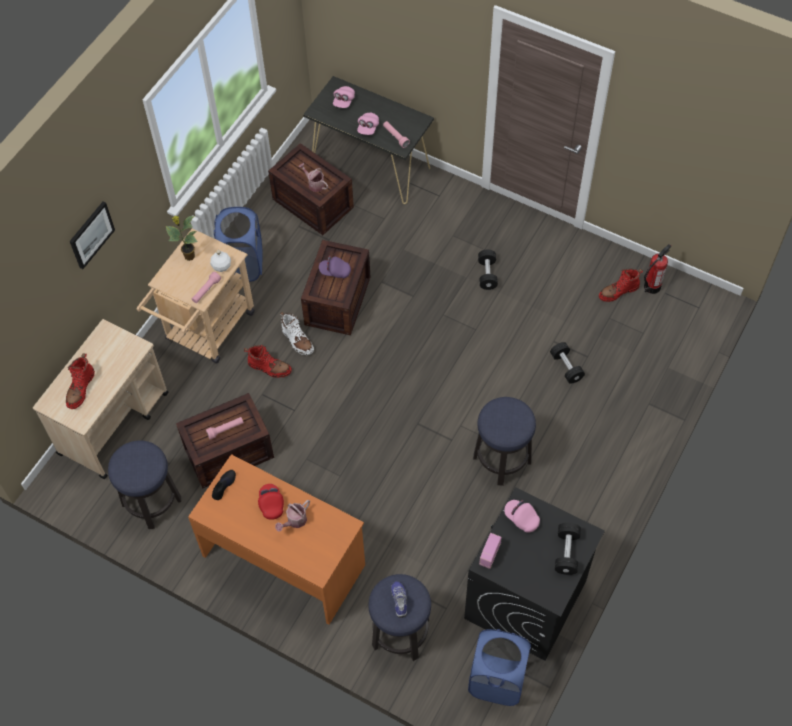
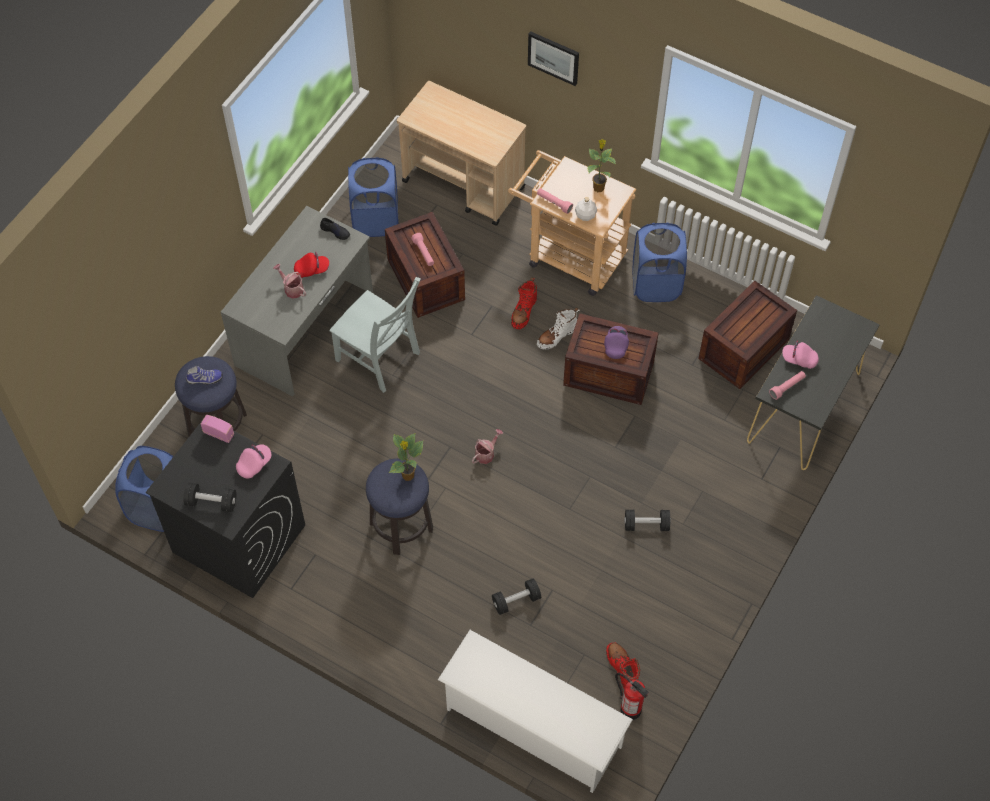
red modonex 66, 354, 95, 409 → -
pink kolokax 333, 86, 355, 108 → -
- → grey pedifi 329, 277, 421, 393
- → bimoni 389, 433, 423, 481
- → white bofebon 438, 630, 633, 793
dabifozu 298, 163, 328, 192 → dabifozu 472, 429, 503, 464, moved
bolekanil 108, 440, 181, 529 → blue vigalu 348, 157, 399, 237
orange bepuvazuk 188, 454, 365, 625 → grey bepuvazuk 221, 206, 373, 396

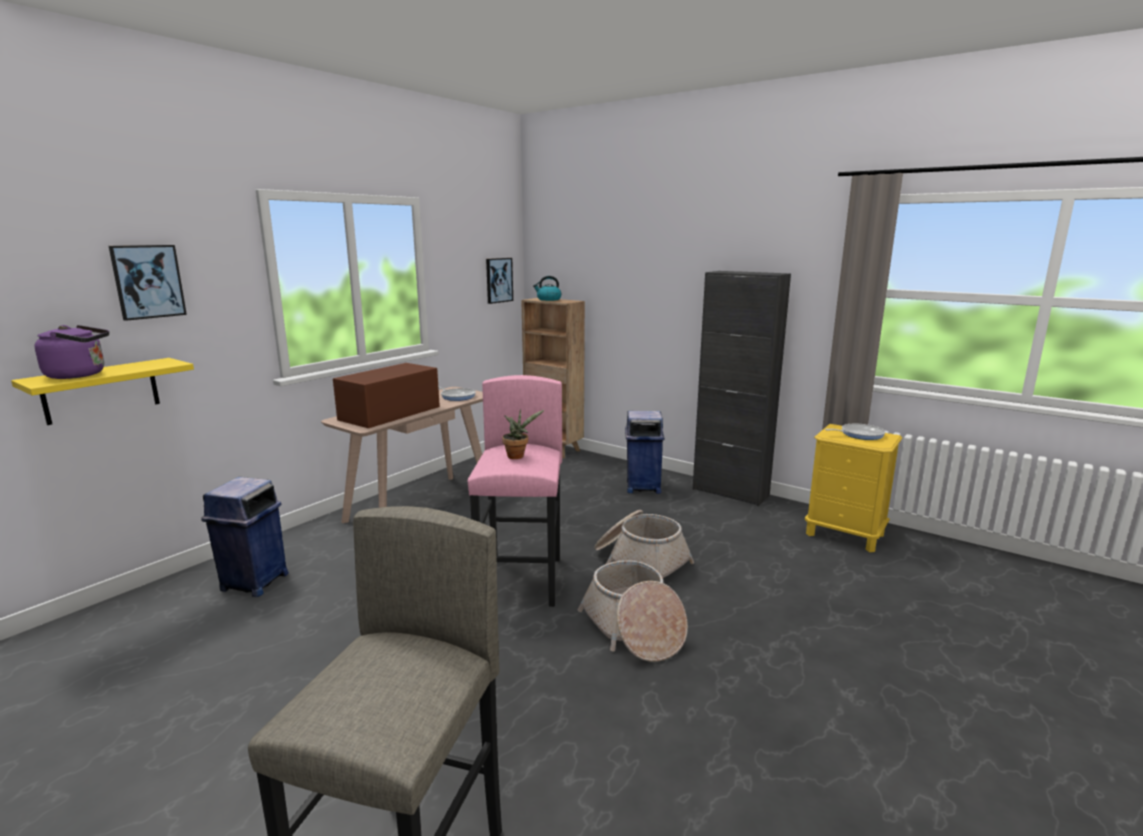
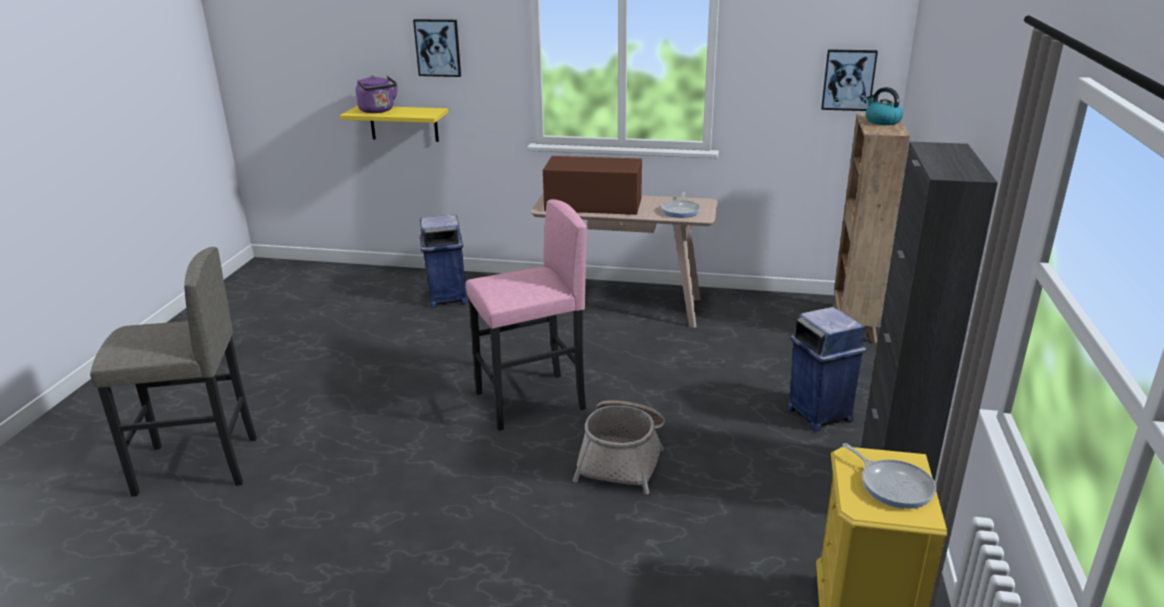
bimoni 502, 409, 544, 459 → -
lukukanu 578, 560, 688, 662 → -

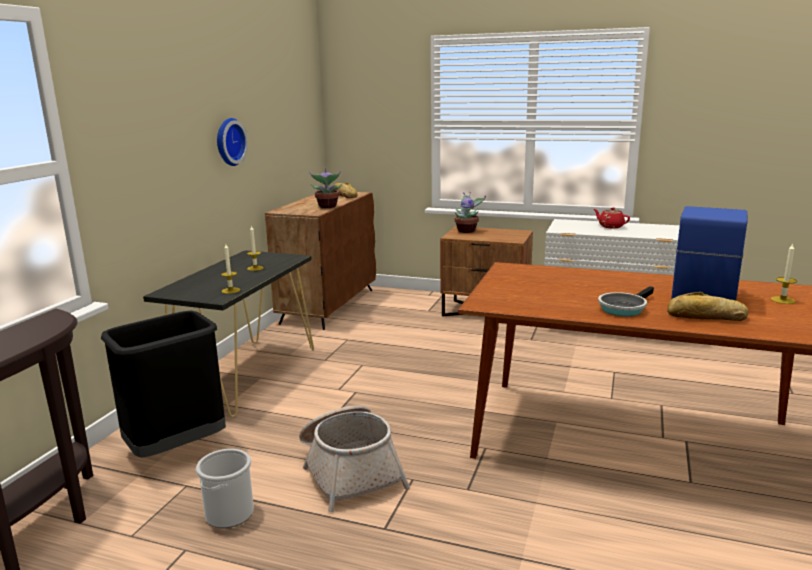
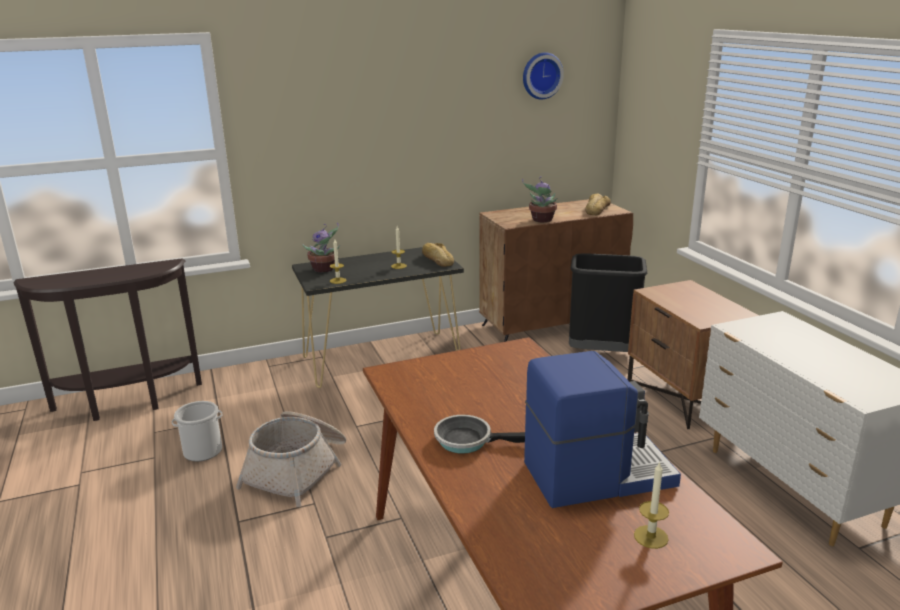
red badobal 594, 207, 630, 228 → -
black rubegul 101, 311, 226, 458 → black rubegul 569, 253, 648, 352, moved
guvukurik 217, 118, 248, 166 → guvukurik 523, 52, 564, 100, moved
bimoni 455, 192, 486, 233 → bimoni 302, 222, 340, 272, moved
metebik 667, 292, 749, 321 → metebik 422, 243, 454, 267, moved

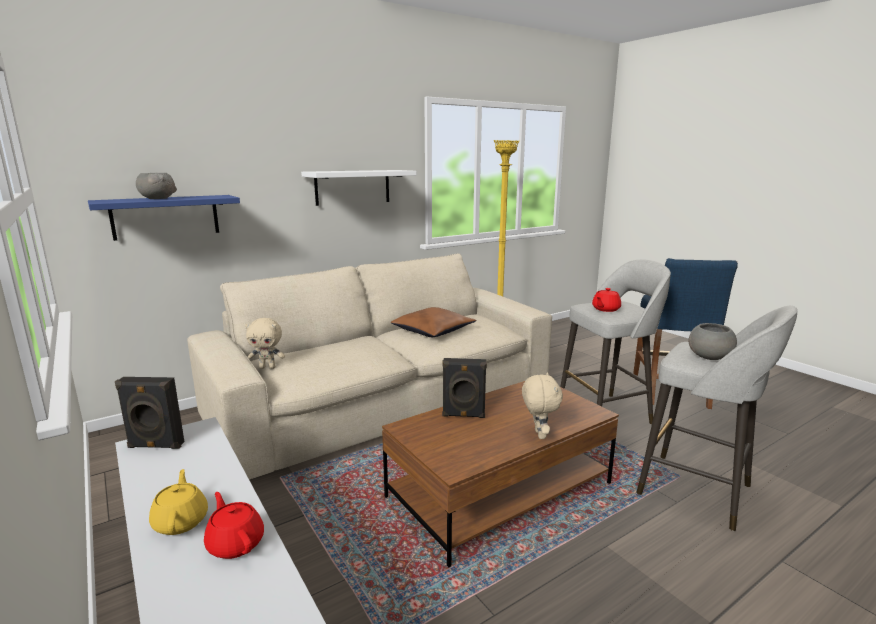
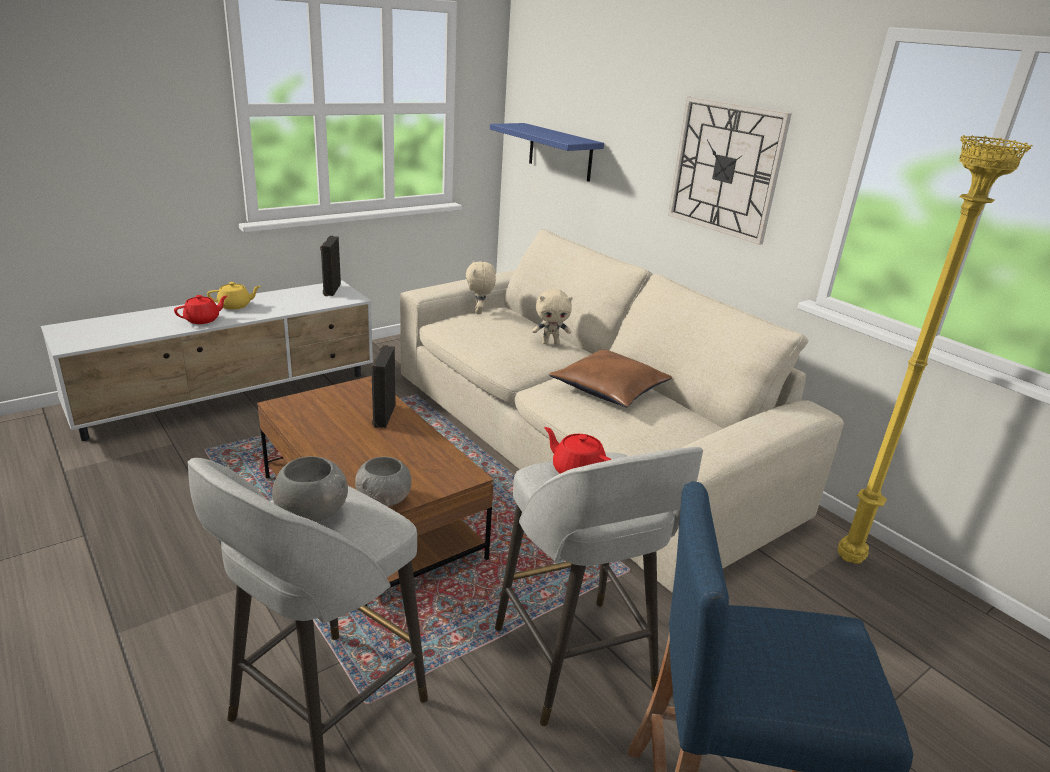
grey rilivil 136, 173, 177, 199 → grey rilivil 355, 457, 412, 507, moved
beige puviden 522, 372, 563, 439 → beige puviden 532, 289, 573, 345, moved
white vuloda 301, 170, 416, 206 → guvukurik 668, 97, 792, 245

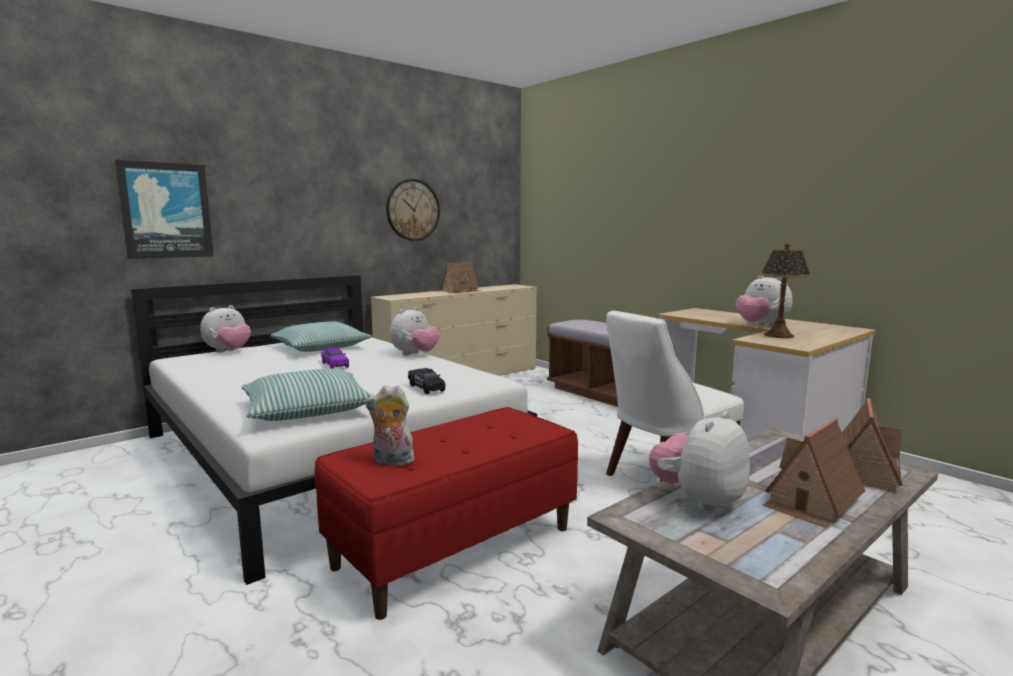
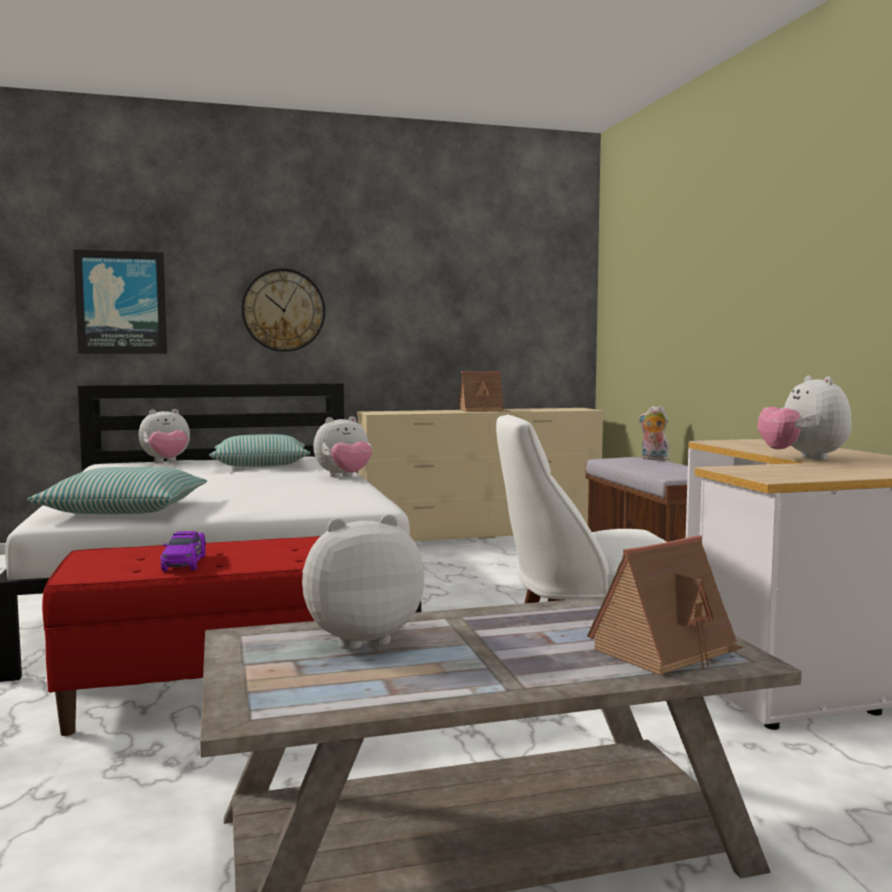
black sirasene 408, 368, 446, 394 → -
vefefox 759, 243, 812, 338 → -
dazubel 763, 418, 865, 528 → -
purple sirasene 321, 348, 349, 368 → purple sirasene 160, 531, 206, 571, moved
puviden 365, 385, 419, 466 → puviden 638, 406, 670, 461, moved
guvukurik 386, 179, 440, 241 → guvukurik 241, 268, 325, 352, moved

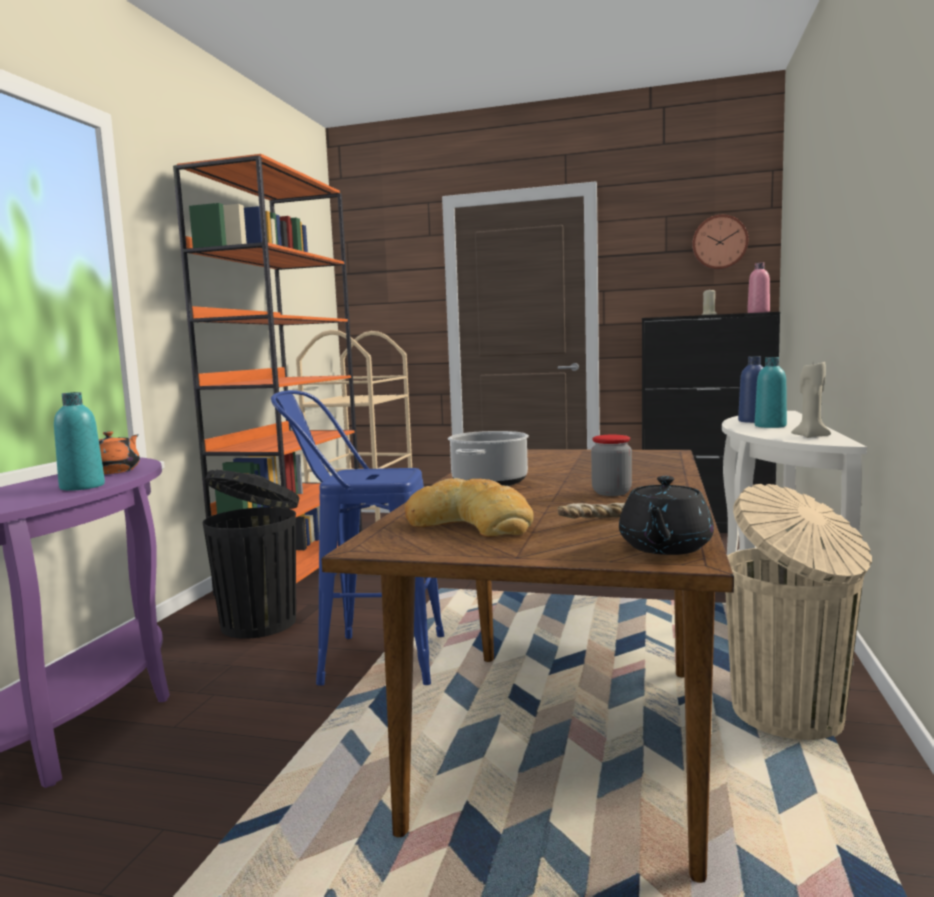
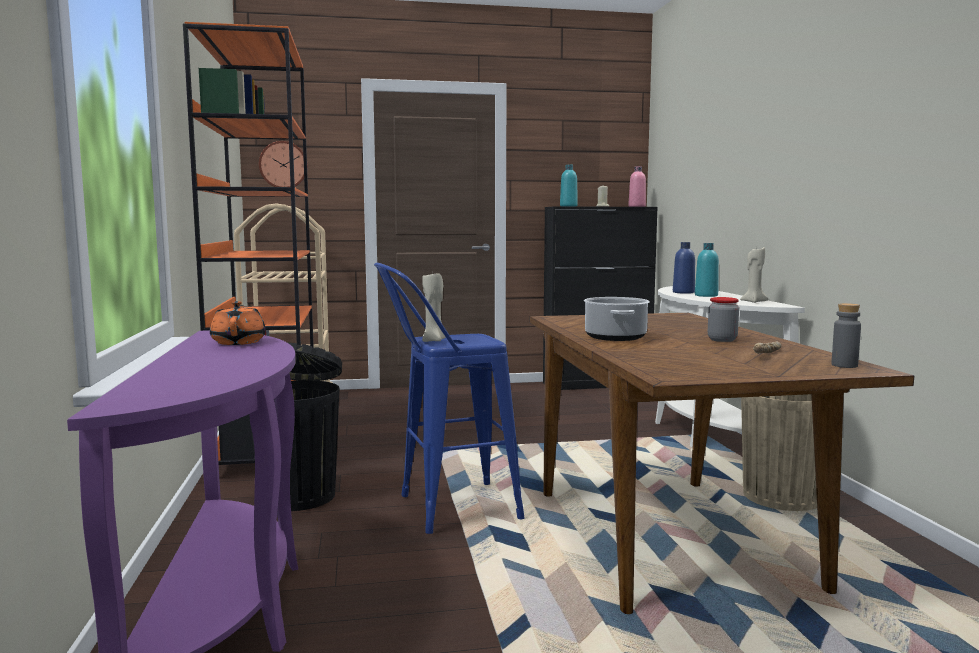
metebik 404, 478, 534, 537 → -
- → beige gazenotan 422, 273, 446, 342
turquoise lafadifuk 54, 392, 105, 491 → turquoise lafadifuk 560, 165, 578, 207, moved
guvukurik 692, 215, 748, 270 → guvukurik 259, 141, 308, 187, moved
black badobal 619, 476, 714, 555 → grey lafadifuk 832, 303, 861, 368

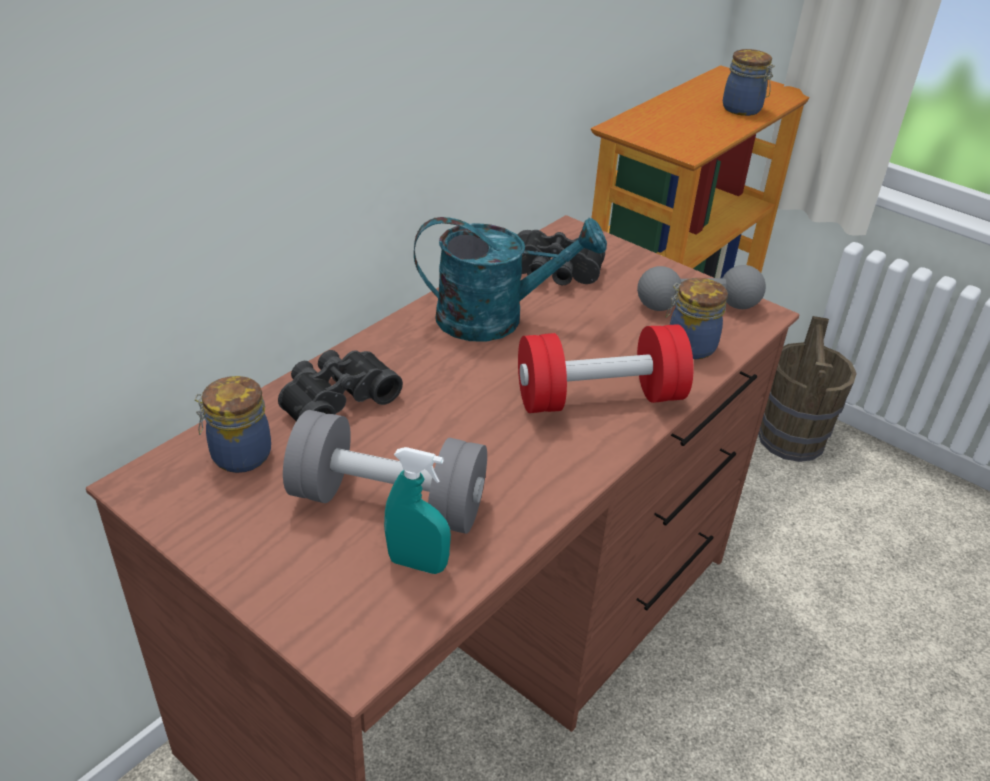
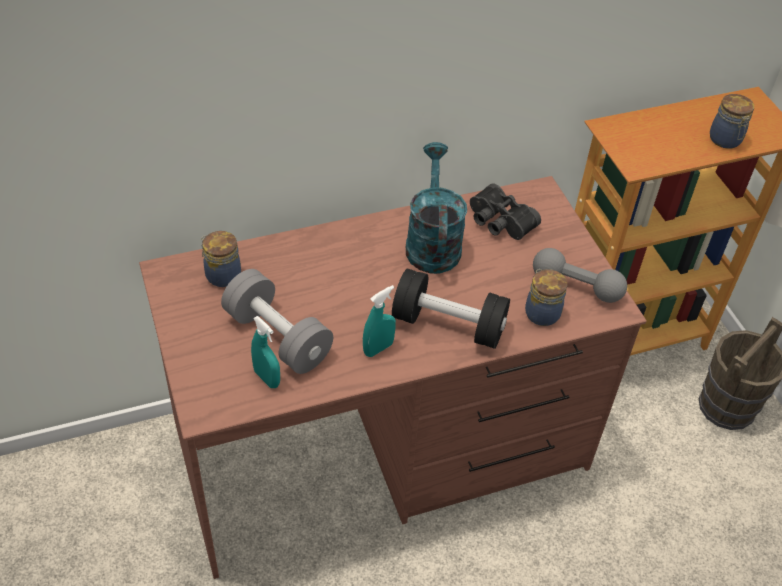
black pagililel 278, 350, 403, 421 → -
- → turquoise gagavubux 363, 285, 396, 357
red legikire 518, 324, 694, 413 → black legikire 392, 269, 510, 349
turquoise dabifozu 414, 217, 607, 342 → turquoise dabifozu 406, 142, 467, 274, 120 degrees counterclockwise

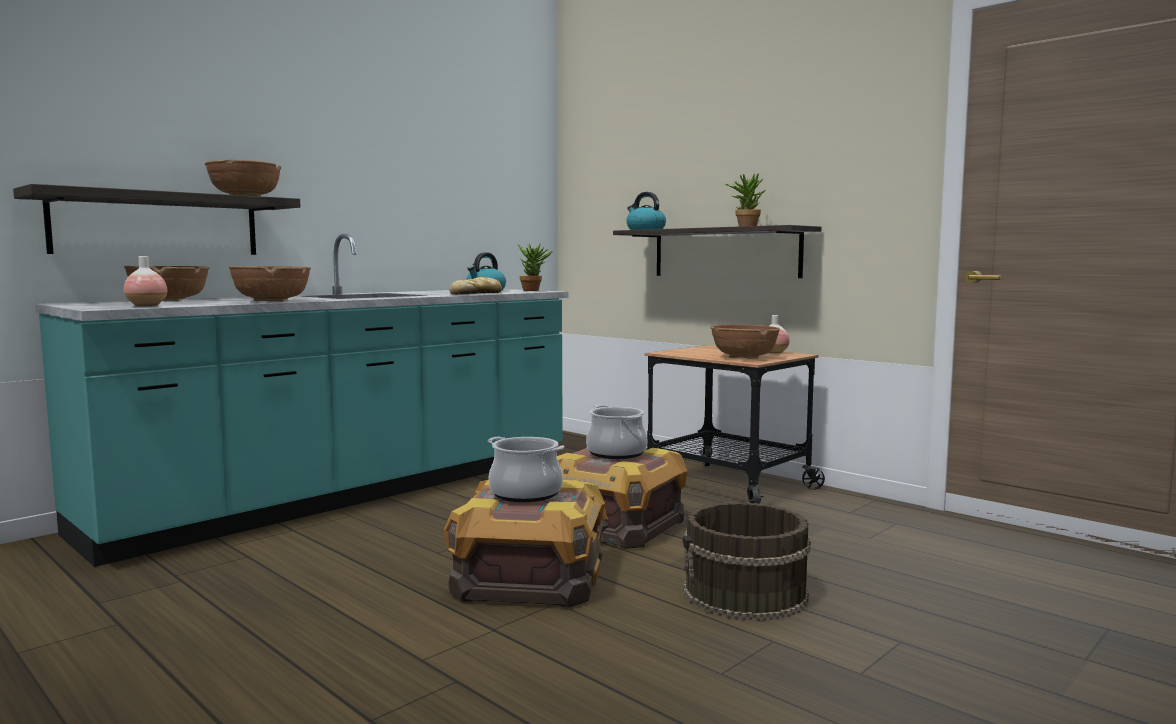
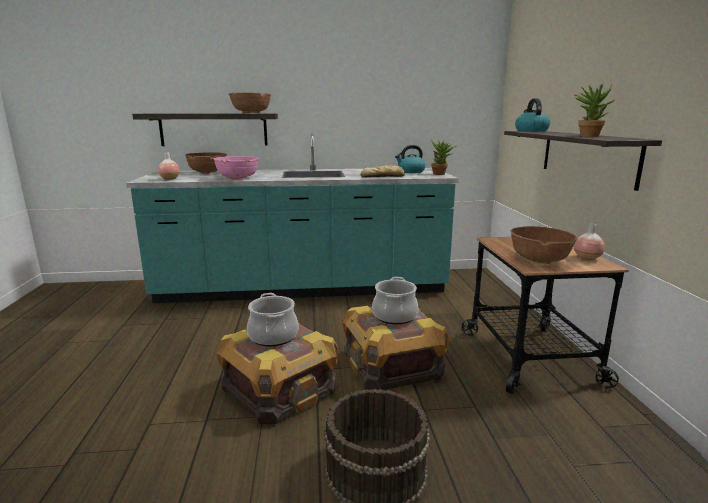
brown rilivil 229, 266, 311, 302 → pink rilivil 214, 156, 259, 180

